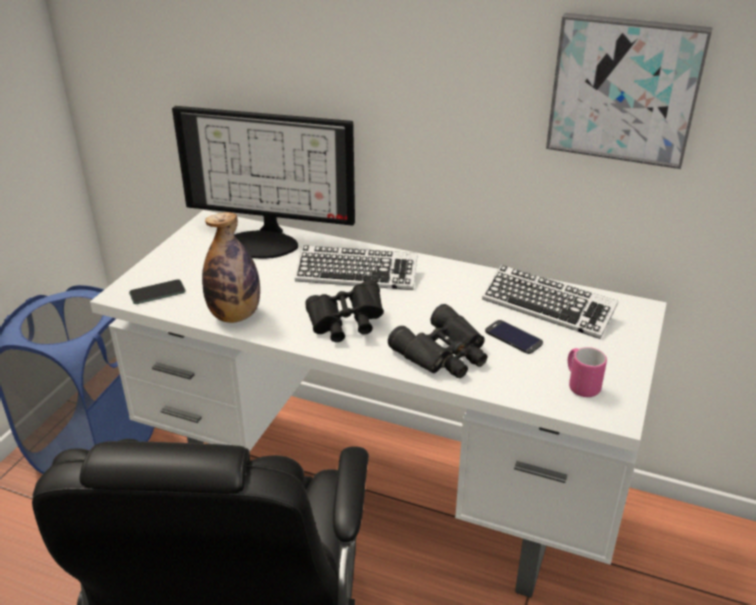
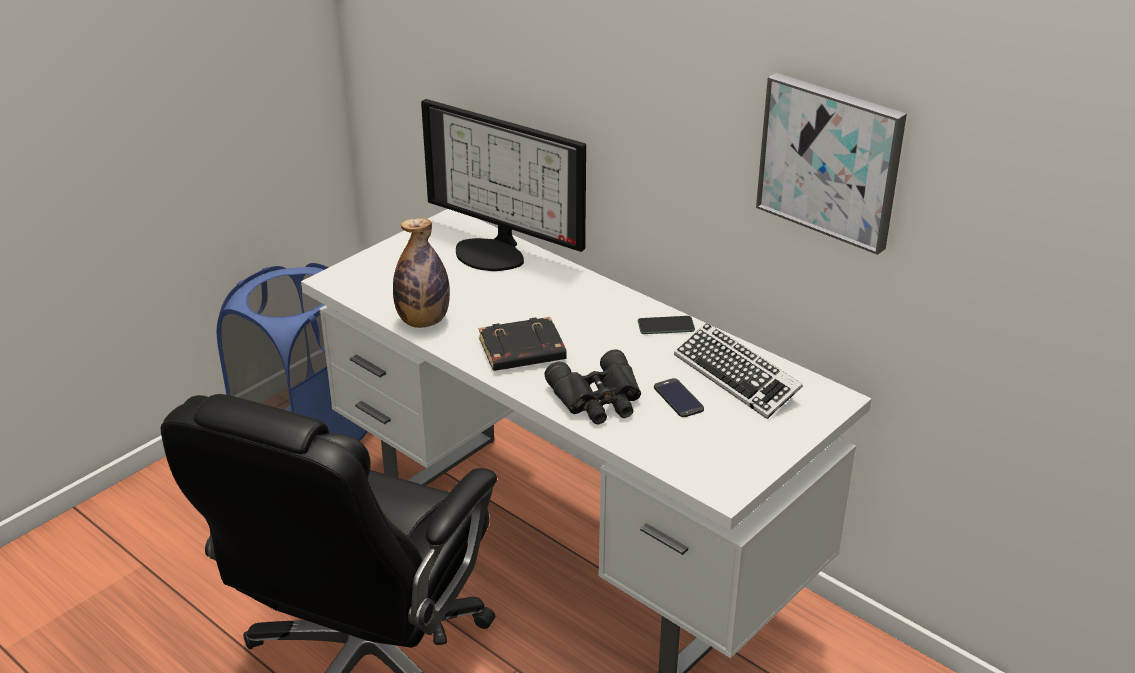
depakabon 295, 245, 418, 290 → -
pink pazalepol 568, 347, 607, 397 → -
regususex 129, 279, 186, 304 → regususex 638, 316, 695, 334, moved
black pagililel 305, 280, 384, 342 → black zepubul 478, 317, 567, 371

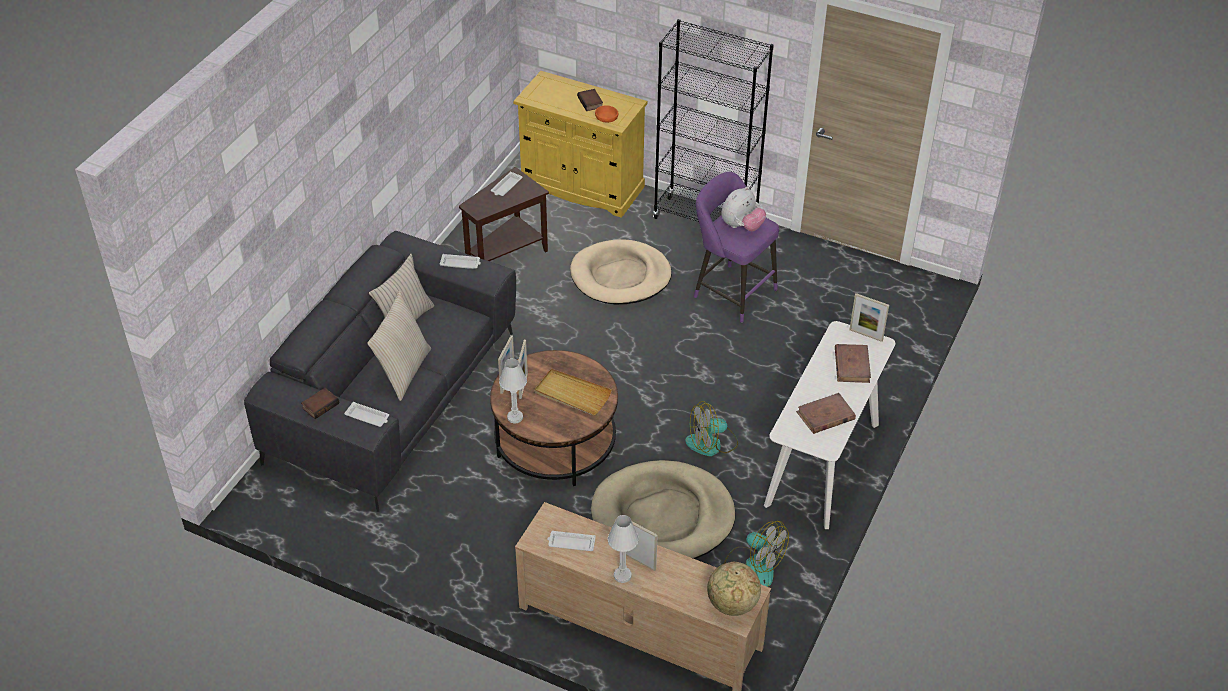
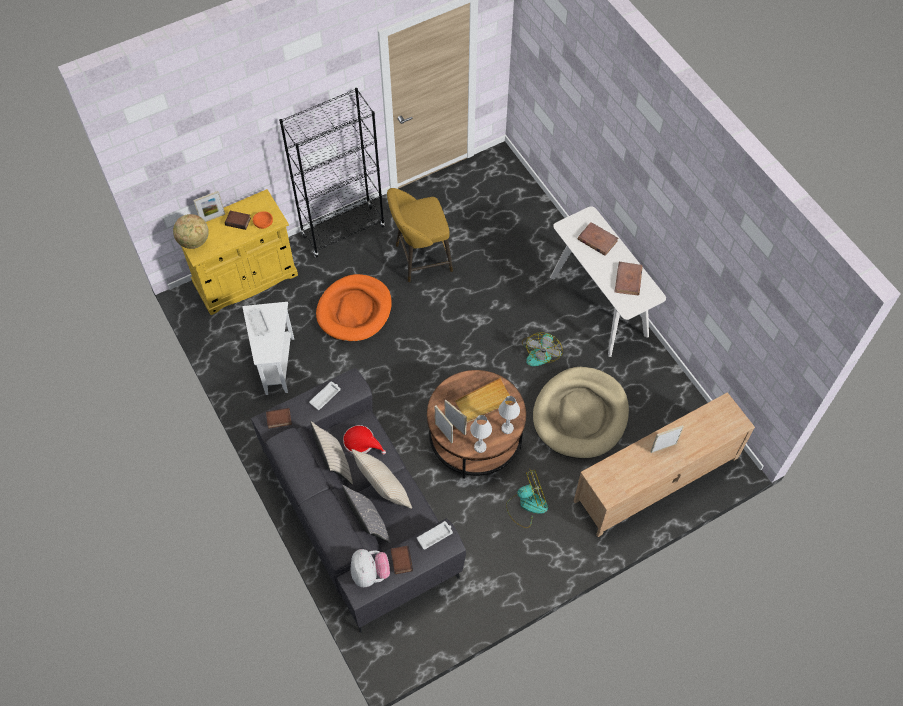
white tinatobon 547, 531, 596, 551 → -
- → zepubul 266, 408, 292, 429
- → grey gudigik 342, 485, 391, 544
- → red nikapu 343, 425, 386, 455
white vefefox 608, 515, 639, 583 → white vefefox 499, 396, 520, 434, moved
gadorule 707, 562, 761, 616 → gadorule 173, 214, 209, 249, moved
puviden 721, 187, 766, 231 → puviden 351, 549, 390, 587, moved
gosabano 724, 521, 789, 587 → gosabano 506, 469, 548, 528, moved
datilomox 849, 293, 889, 342 → datilomox 193, 191, 225, 222, moved
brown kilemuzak 459, 167, 549, 261 → white kilemuzak 242, 302, 294, 395
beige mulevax 570, 239, 672, 304 → orange mulevax 316, 274, 392, 342
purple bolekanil 694, 172, 779, 323 → yellow bolekanil 387, 188, 453, 282

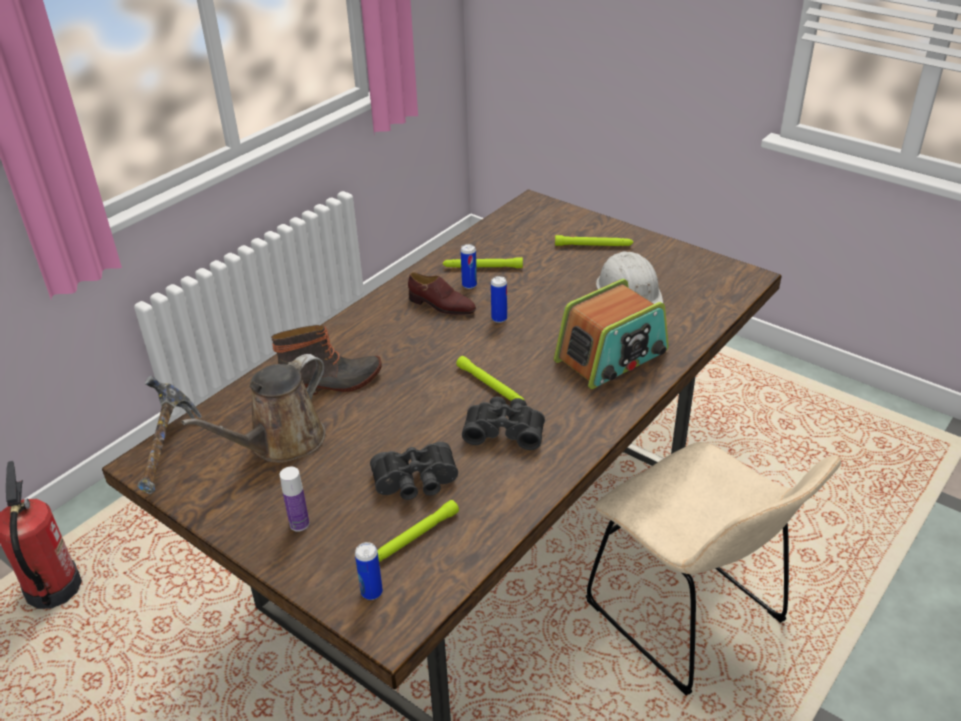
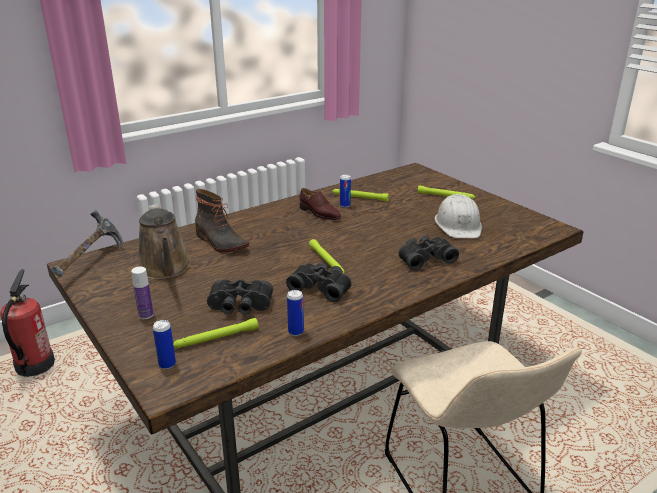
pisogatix 491, 276, 507, 323 → pisogatix 287, 290, 304, 336, moved
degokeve 554, 279, 668, 389 → black pagililel 398, 236, 459, 270
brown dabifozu 181, 354, 326, 463 → brown dabifozu 138, 204, 191, 279, 75 degrees counterclockwise
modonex 271, 325, 382, 395 → modonex 195, 189, 249, 253, 45 degrees clockwise

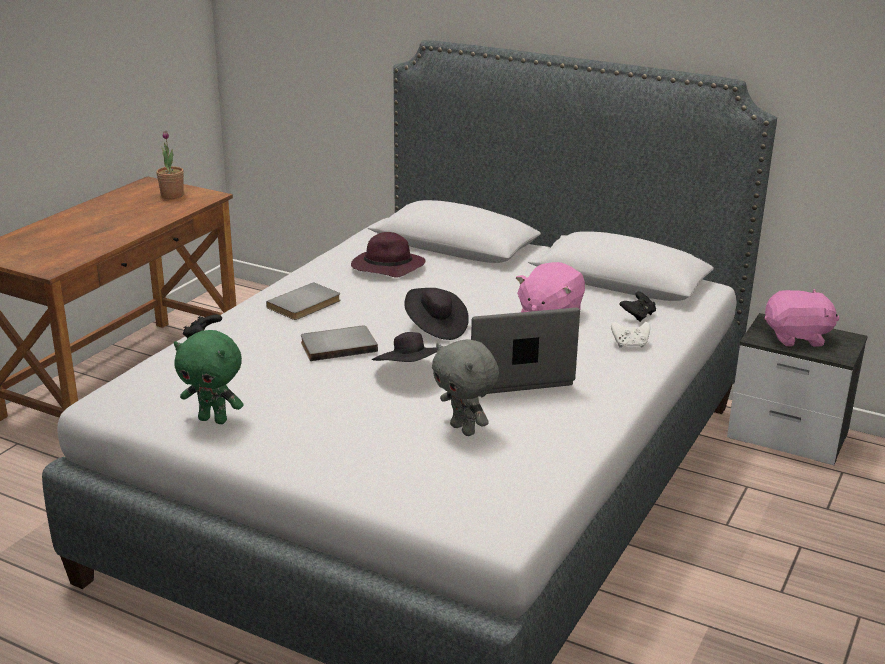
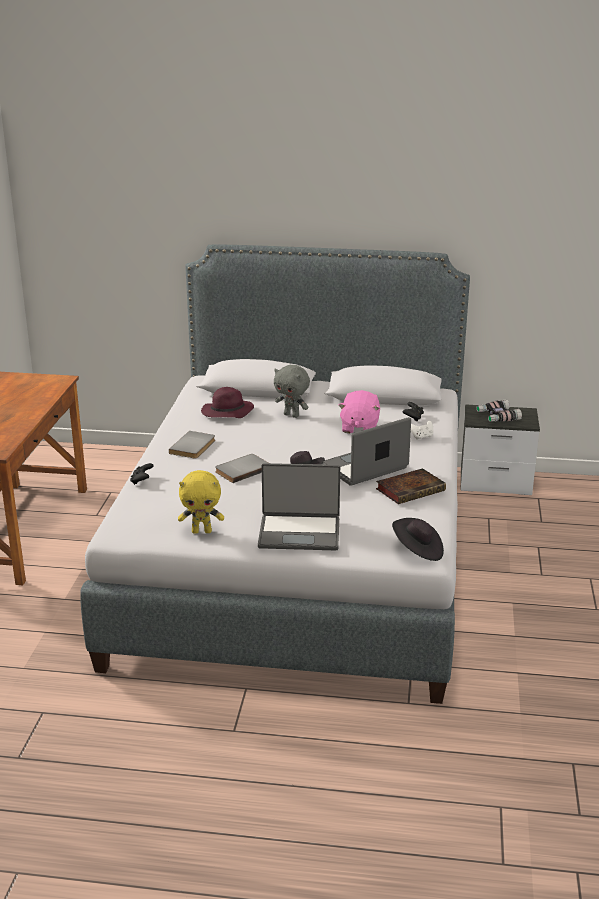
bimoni 156, 131, 184, 199 → -
- → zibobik 258, 463, 340, 550
- → zepubul 376, 468, 446, 504
black nikapu 404, 288, 469, 340 → black nikapu 392, 518, 444, 561, moved
grey puviden 432, 339, 499, 436 → grey puviden 274, 365, 310, 418, moved
pink puviden 765, 289, 840, 347 → pagililel 476, 399, 522, 422
green puviden 174, 330, 244, 424 → yellow puviden 178, 470, 224, 534

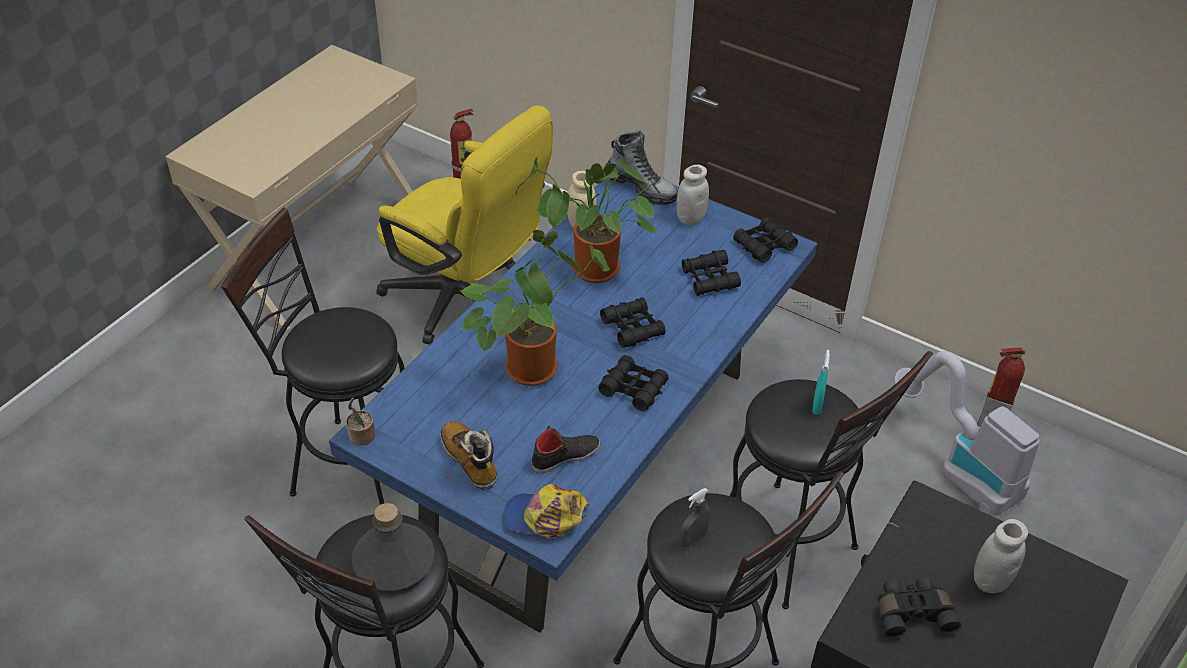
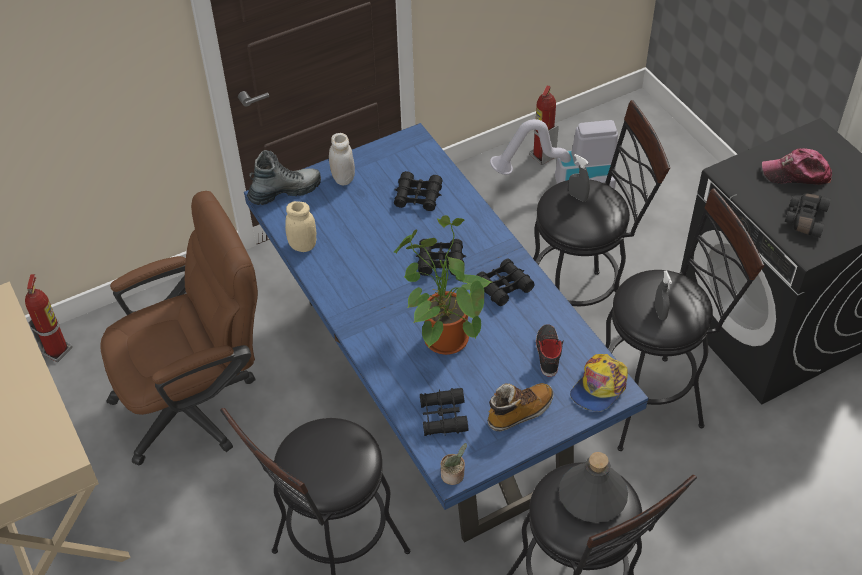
bimoni 516, 156, 661, 283 → -
black pagililel 733, 217, 798, 263 → black pagililel 420, 388, 469, 436, moved
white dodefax 974, 519, 1028, 593 → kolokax 762, 148, 832, 185
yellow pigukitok 376, 105, 553, 345 → brown pigukitok 100, 191, 258, 466
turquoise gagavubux 812, 350, 830, 415 → grey gagavubux 569, 154, 590, 202
modonex 441, 421, 497, 490 → modonex 487, 383, 554, 431, 150 degrees clockwise

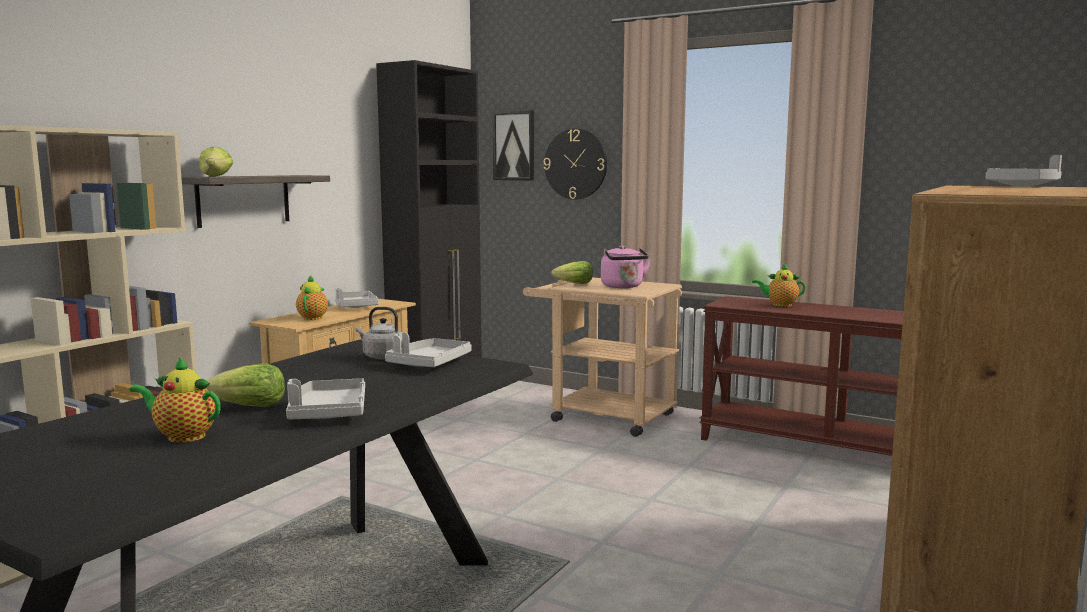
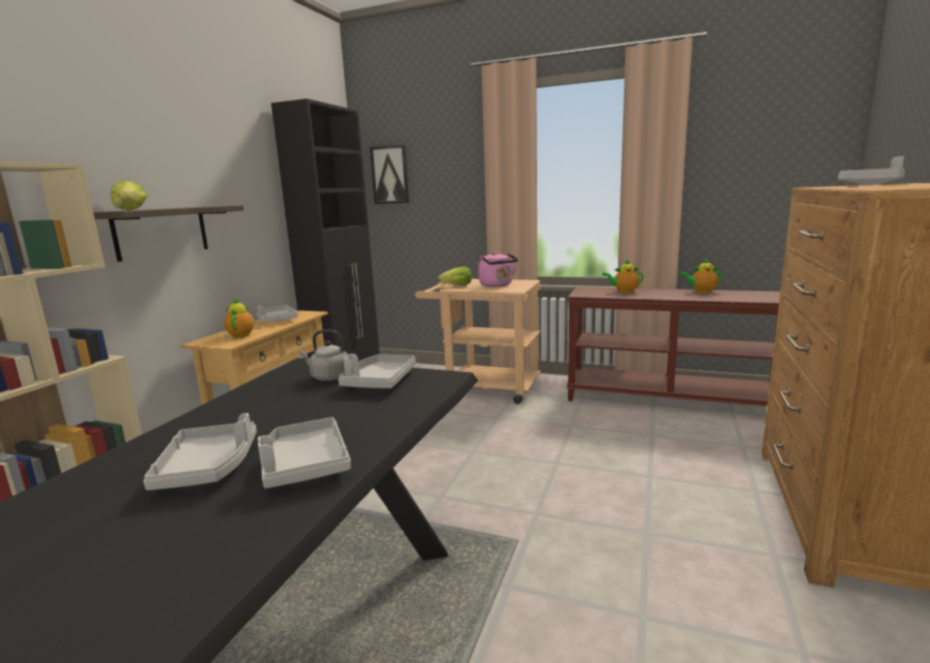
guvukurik 544, 128, 607, 200 → -
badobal 129, 357, 221, 443 → badobal 679, 257, 723, 293, moved
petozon 206, 363, 285, 407 → grey tinatobon 143, 413, 257, 490

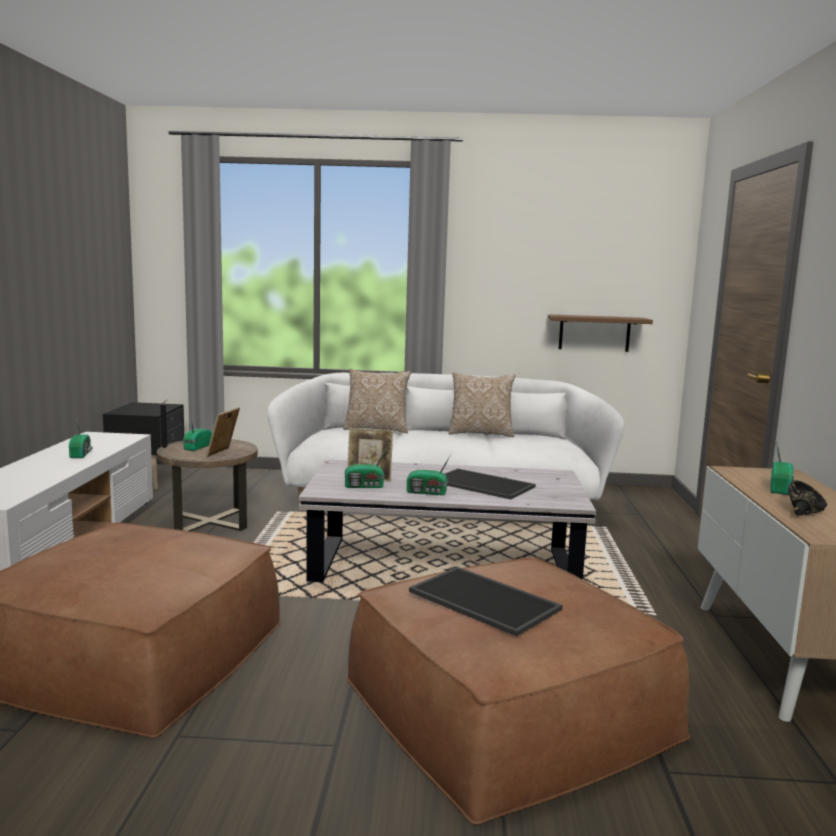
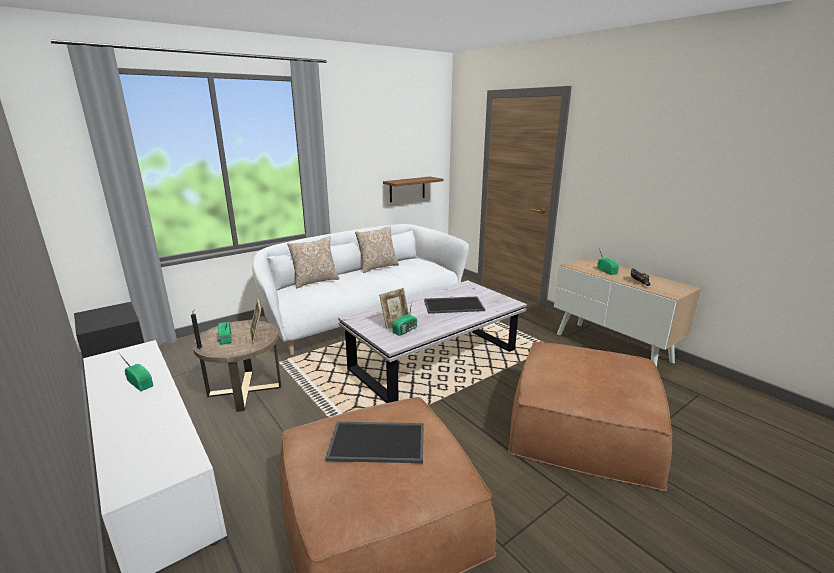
degokeve 407, 455, 451, 495 → -
tinatobon 409, 567, 563, 636 → tinatobon 326, 421, 424, 463, moved

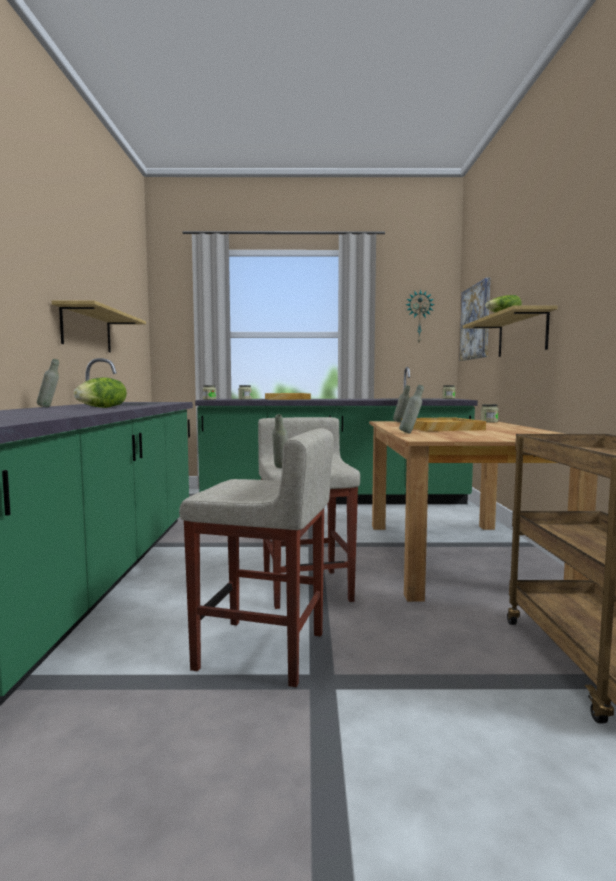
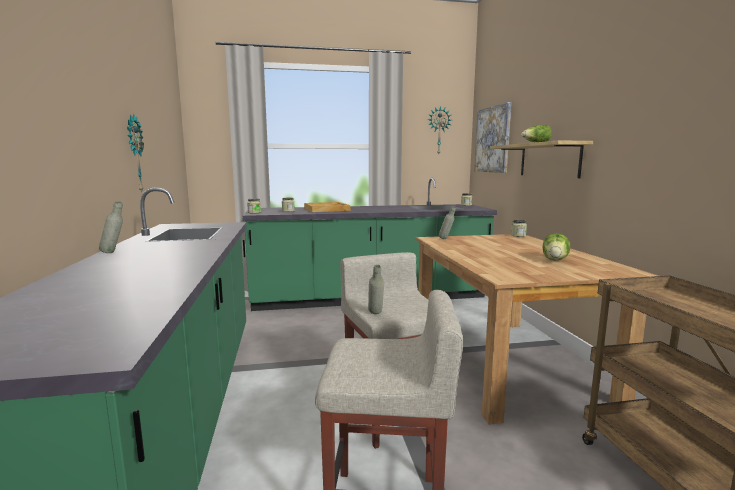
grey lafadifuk 399, 385, 424, 433 → -
beige tinatobon 401, 417, 486, 431 → -
petozon 74, 377, 127, 408 → petozon 542, 233, 570, 261, moved
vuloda 51, 301, 146, 352 → guvukurik 127, 114, 144, 192

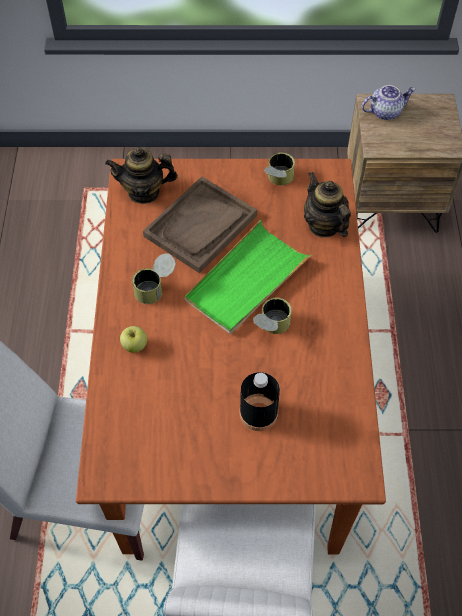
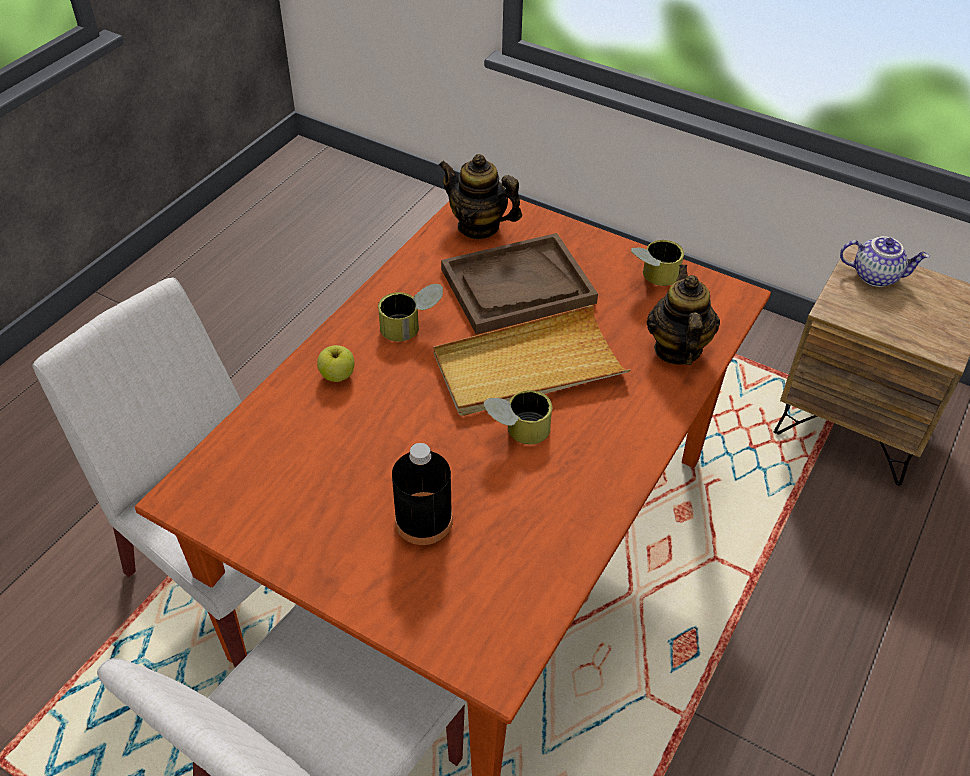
green tinatobon 185, 220, 312, 334 → beige tinatobon 433, 305, 631, 416

